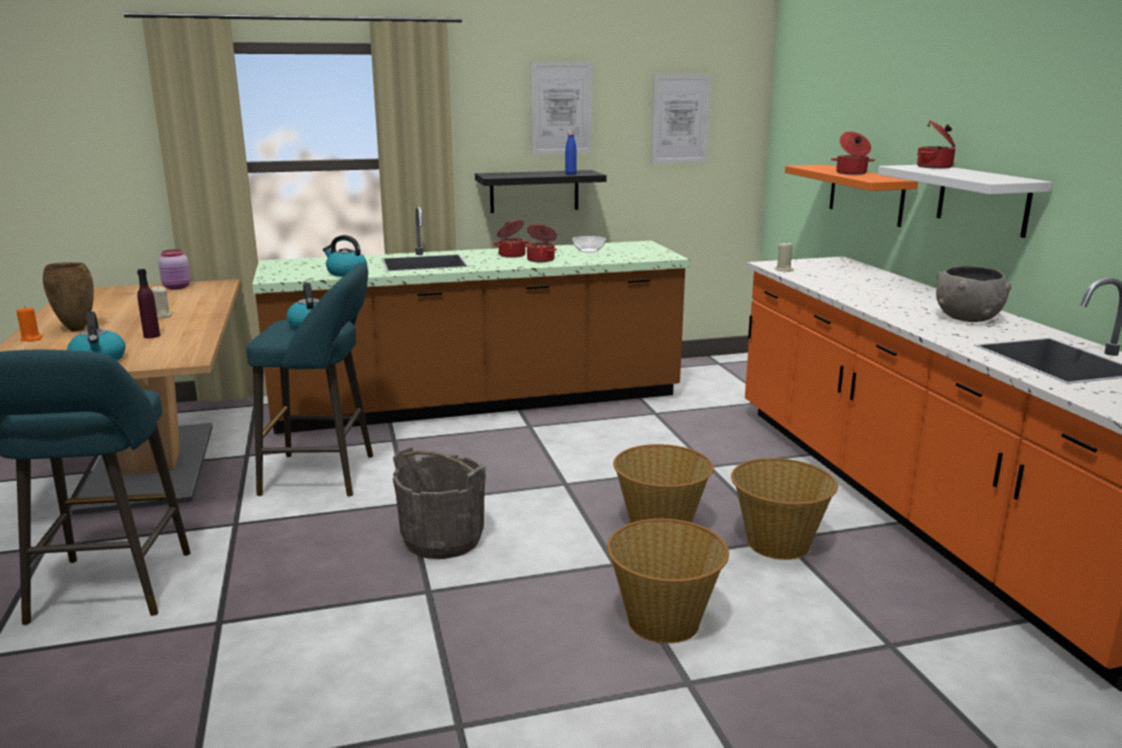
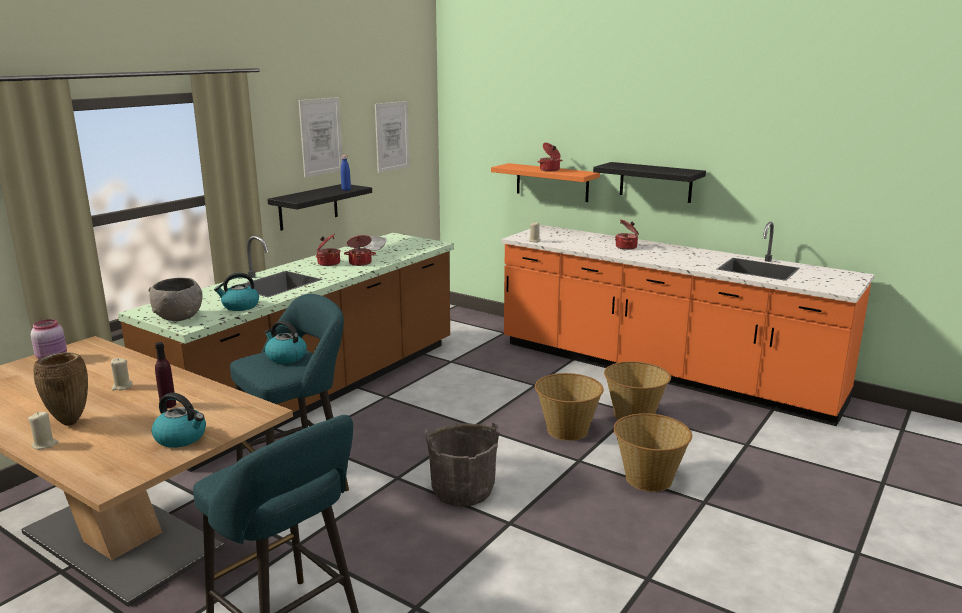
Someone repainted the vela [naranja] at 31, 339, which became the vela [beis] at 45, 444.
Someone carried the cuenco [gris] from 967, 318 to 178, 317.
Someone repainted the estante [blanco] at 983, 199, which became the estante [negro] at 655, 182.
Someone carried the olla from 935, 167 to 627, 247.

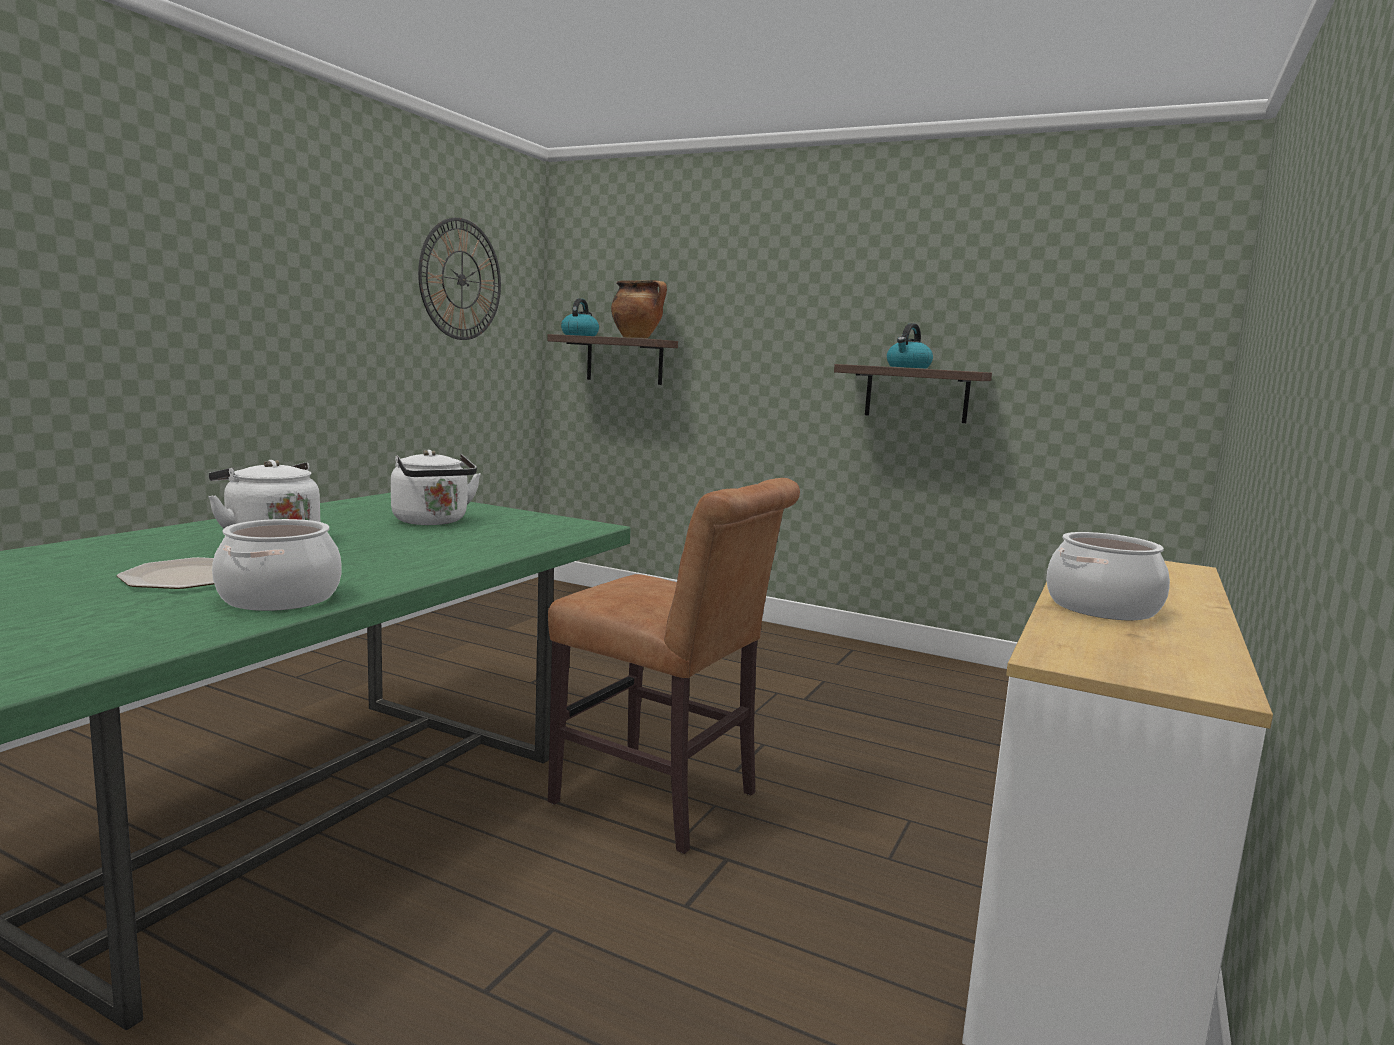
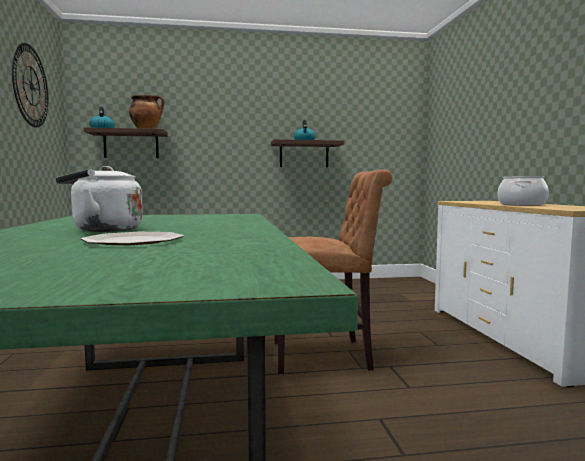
Someone took away the olla at 279, 598.
Someone took away the hervidor [blanco] at 432, 522.

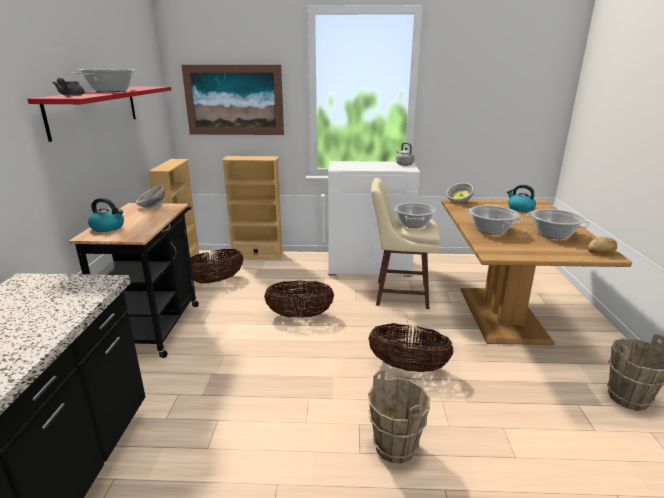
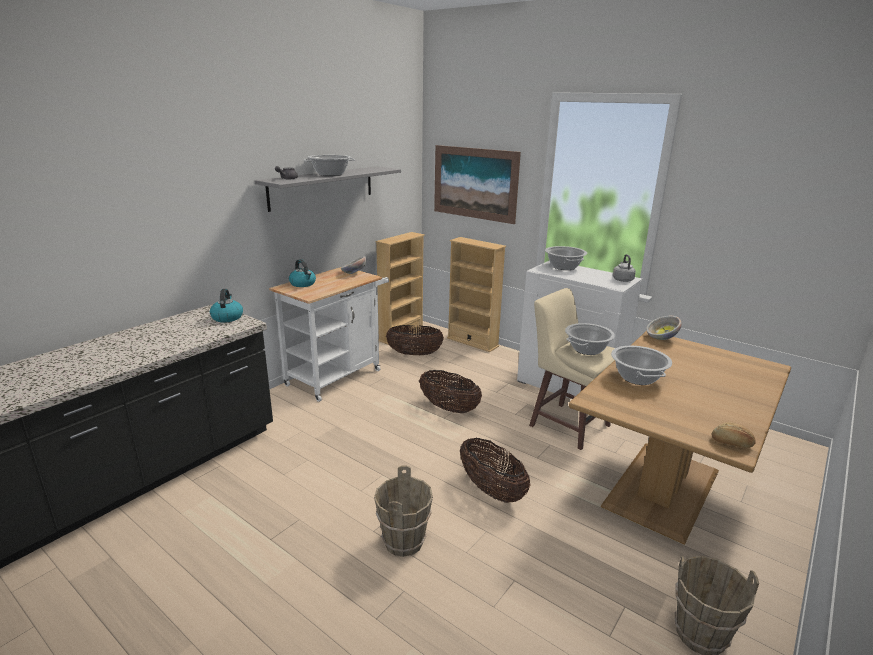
Someone carried the hervidor from 520, 208 to 227, 317.
Someone repainted the estante [rojo] at 95, 110, which became the estante [gris] at 322, 187.
Someone repainted the carrito [negro] at 157, 324, which became the carrito [blanco] at 338, 375.
Someone carried the olla from 553, 234 to 563, 267.

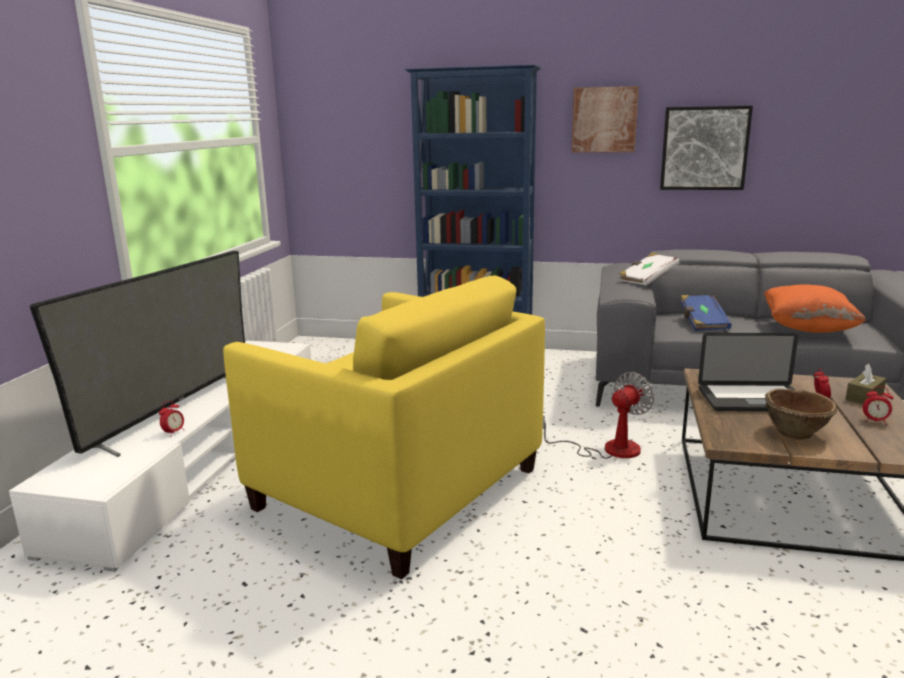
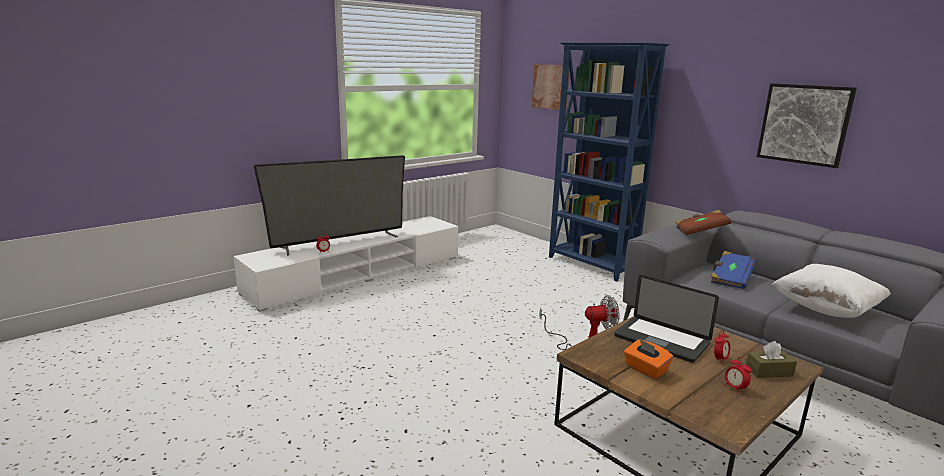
Someone carried the cuadro from 604, 119 to 551, 87.
Someone swapped the cuenco [marrón] at 796, 433 for the caja de pañuelos [naranja] at 645, 369.
Someone repainted the libro [blanco] at 647, 280, which became the libro [marrón] at 700, 232.
Someone repainted the cojín [naranja] at 807, 329, which became the cojín [blanco] at 826, 309.
Someone took away the sillón [amarillo] at 397, 488.

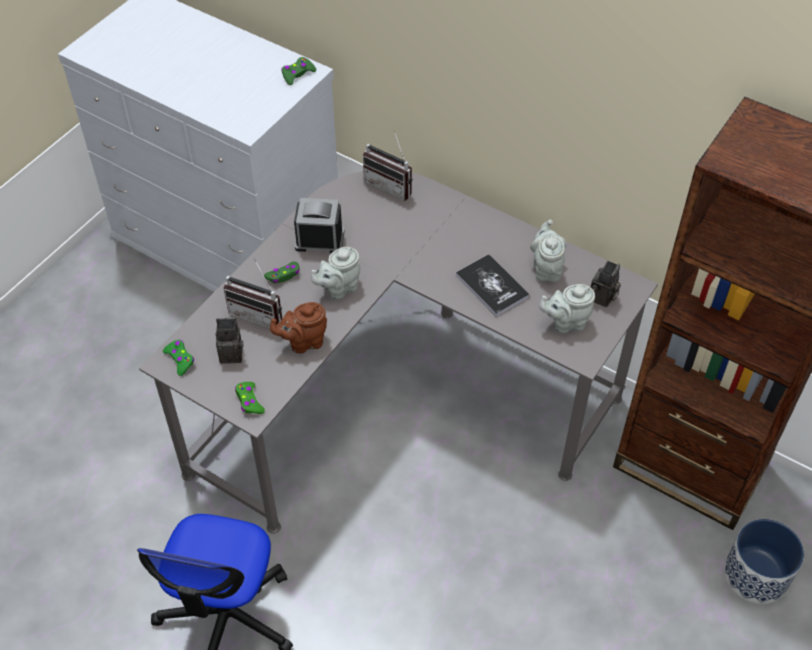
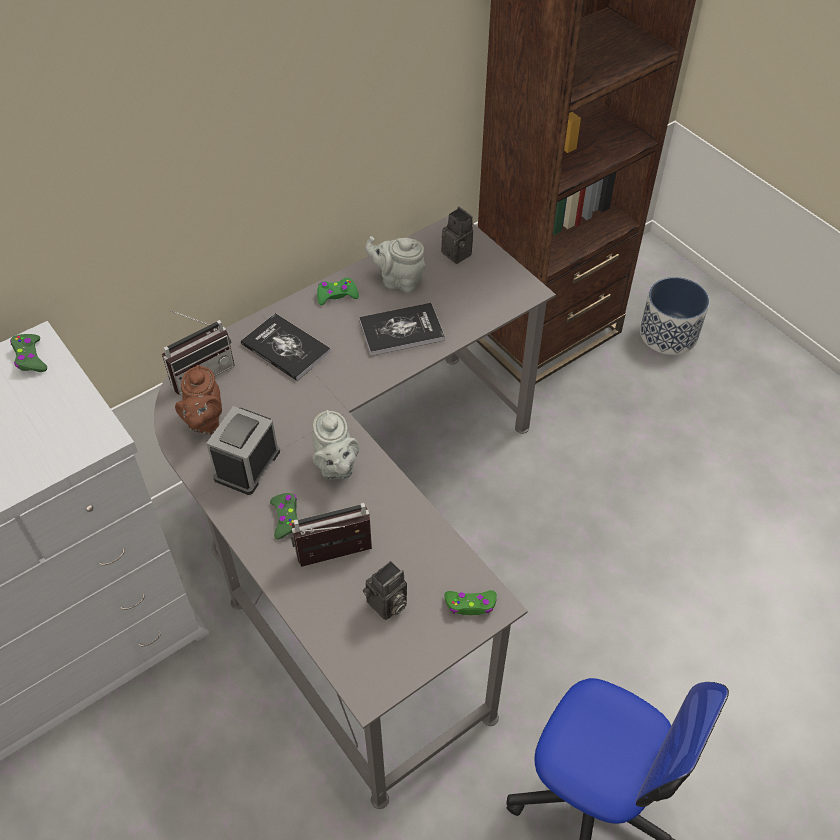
Someone carried the tetera [marrón] from 303, 342 to 204, 422.
Someone put down the libro at 286, 348.
Someone rotated the radio at 259, 313 by 150 degrees counterclockwise.
Someone carried the mando de consola [verde] from 180, 359 to 337, 295.
Someone rotated the cámara at 232, 353 by 150 degrees counterclockwise.
Someone took away the tetera [gris] at 566, 322.

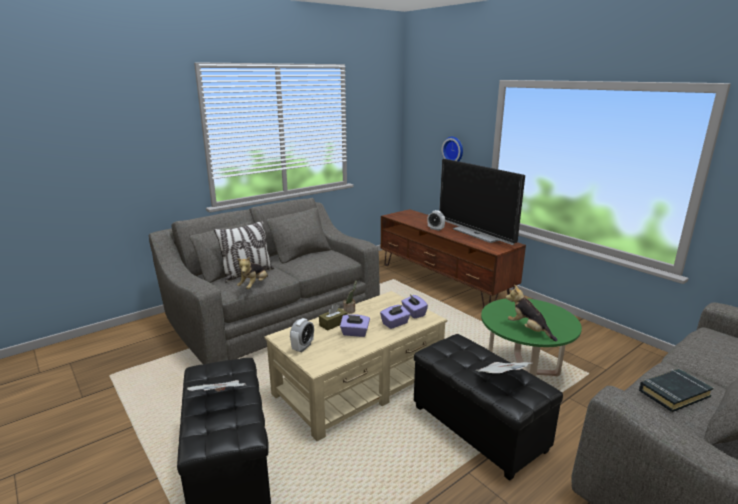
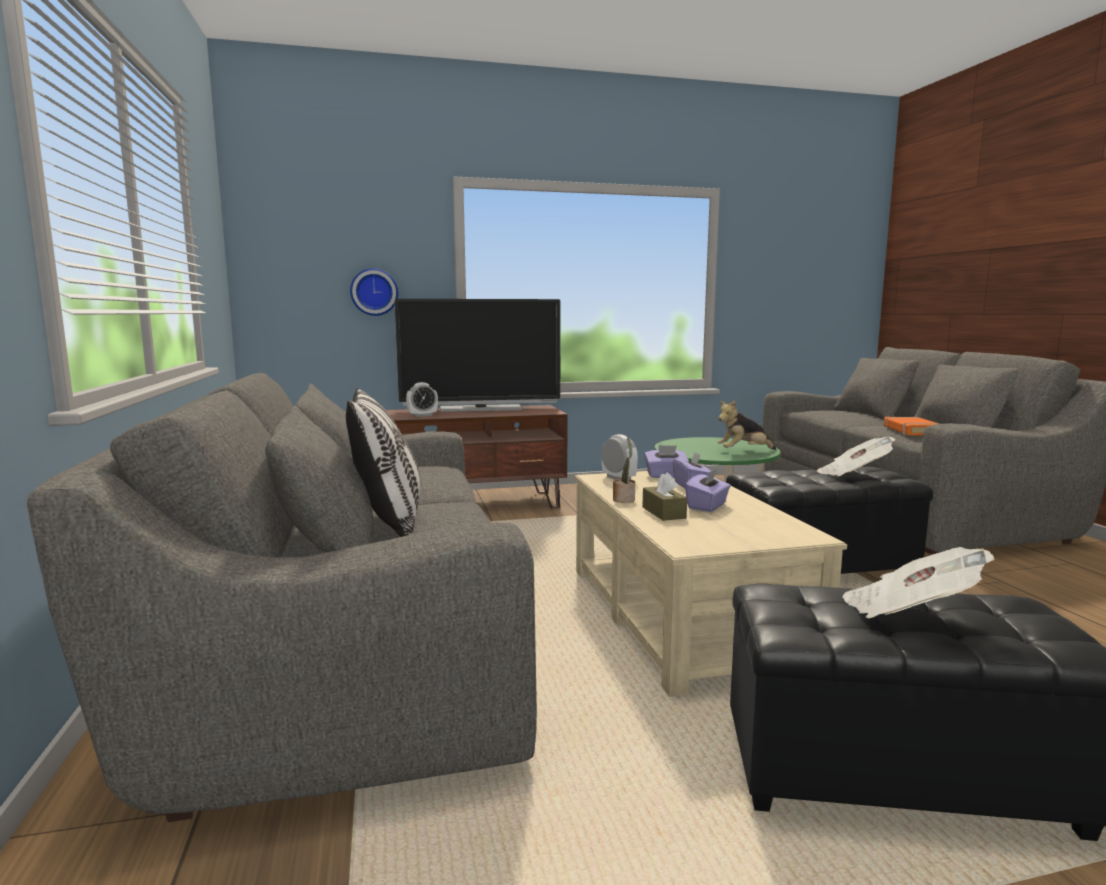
Someone carried the despertador from 303, 347 to 618, 478.
Someone repainted the libro [negro] at 673, 393, which became the libro [naranja] at 911, 431.
Someone took away the peluche at 254, 286.

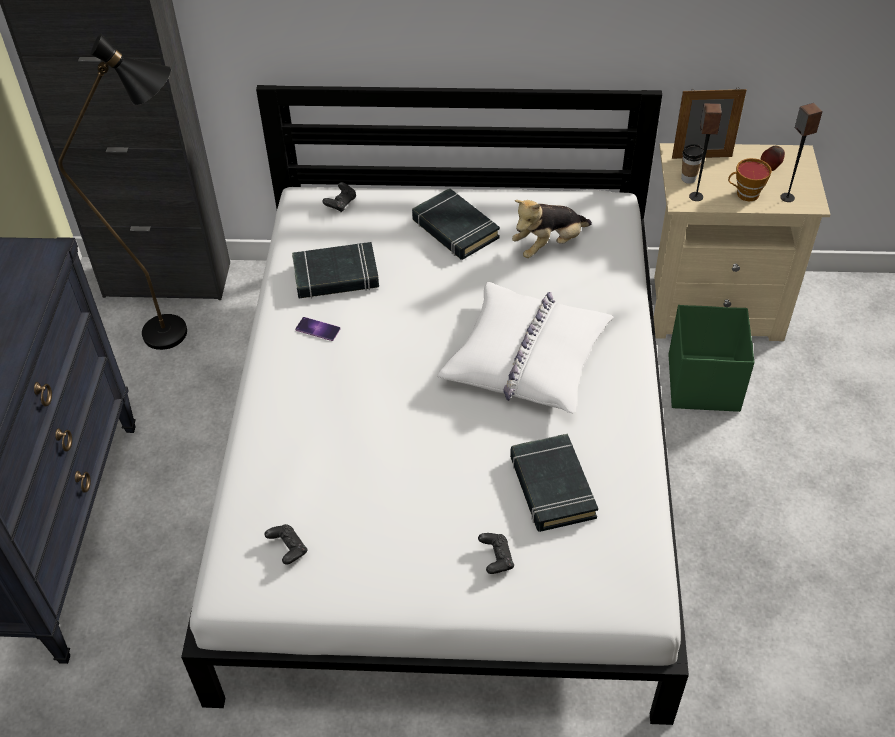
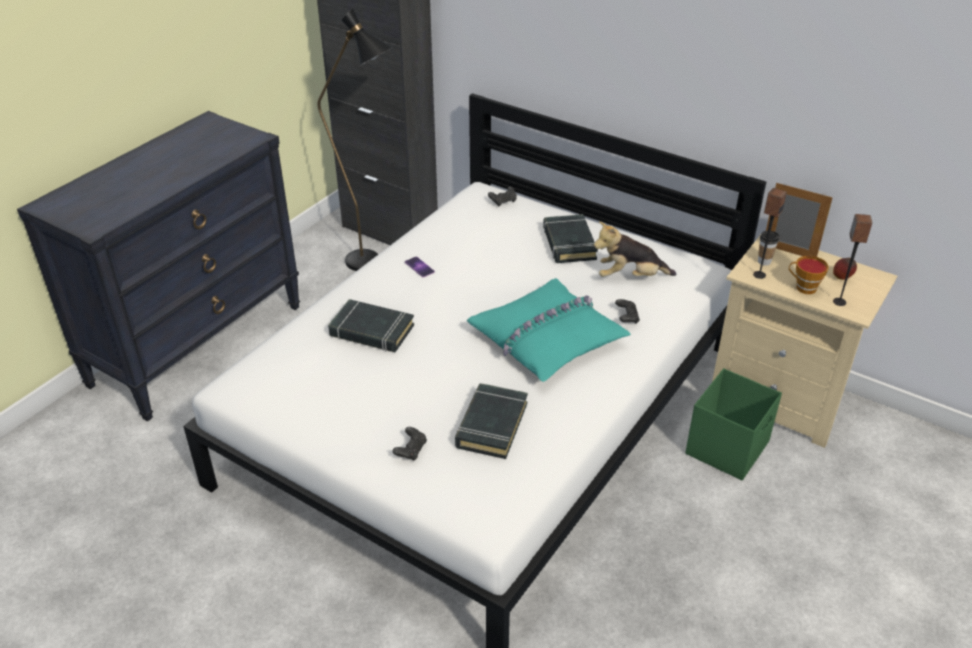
Someone carried the libro [negro] from 336, 276 to 371, 331.
Someone repainted the cojín [blanco] at 526, 358, which became the cojín [turquesa] at 547, 339.
Someone carried the mando de consola [negro] from 288, 549 to 626, 317.

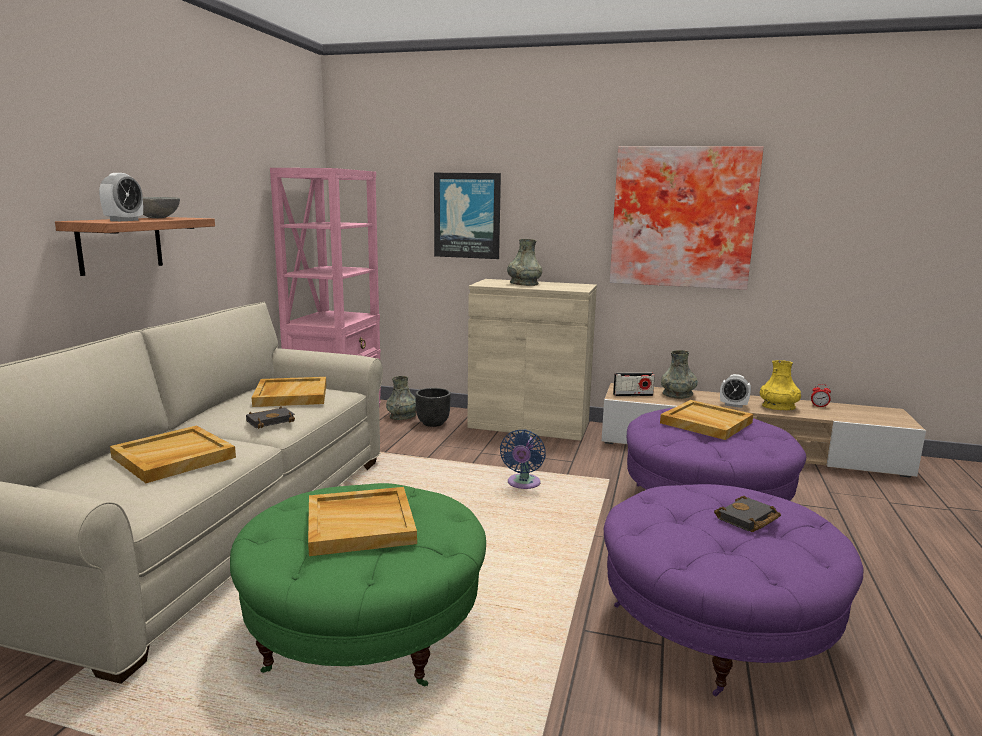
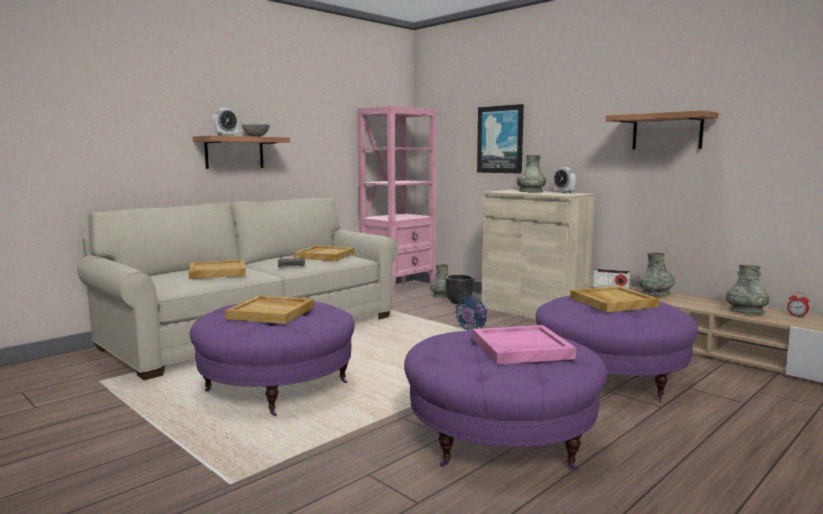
Someone repainted the puf [verde] at 365, 628, which became the puf [morado] at 277, 387.
Someone swapped the libro [negro] at 748, 520 for the bandeja [rosa] at 520, 348.
Someone carried the despertador from 733, 405 to 563, 192.
Someone swapped the cuadro at 682, 217 for the estante at 667, 132.
Someone repainted the florero [amarillo] at 778, 407, which became the florero [gris] at 746, 311.

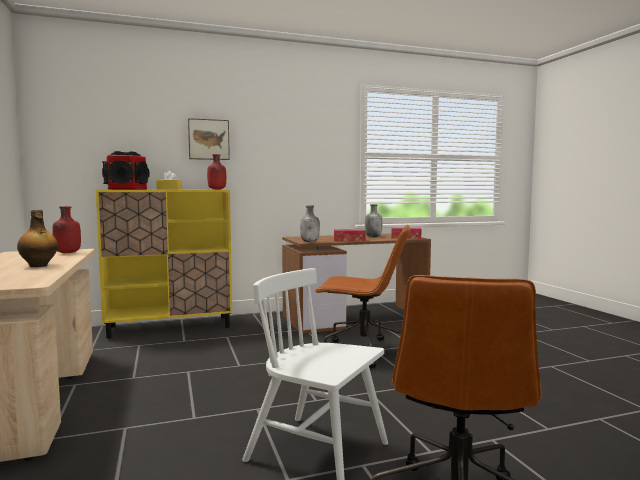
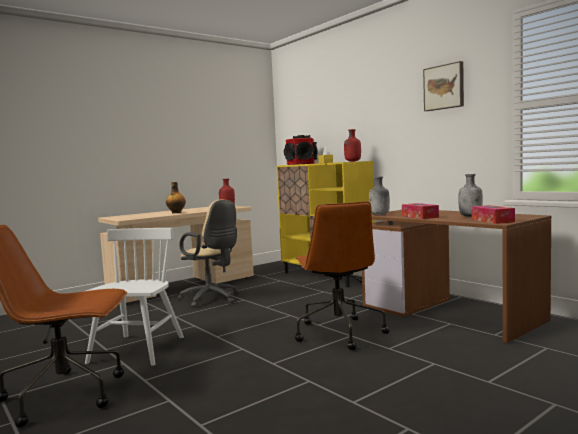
Someone put down the silla de oficina [beis] at 212, 299.
Someone carried the cuadro from 208, 139 to 444, 87.

